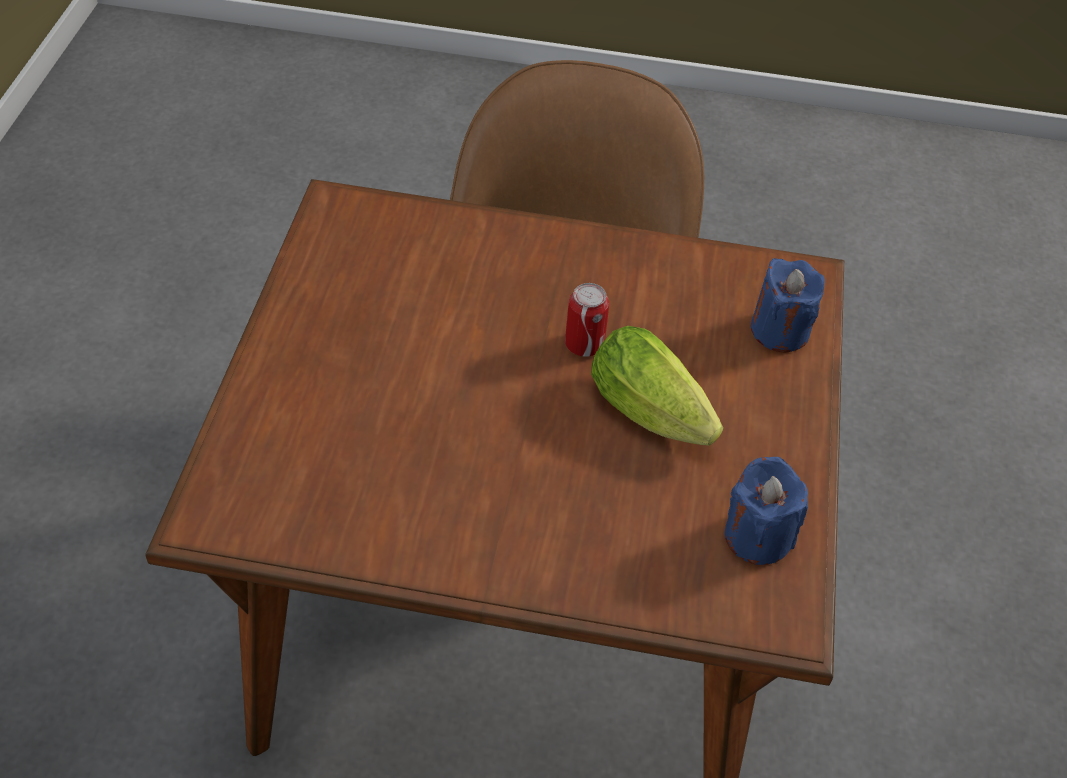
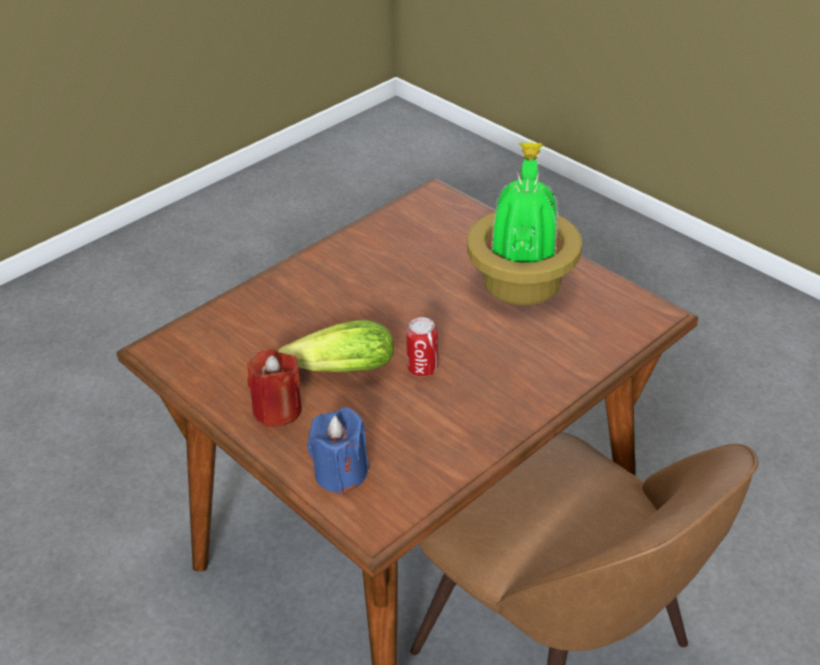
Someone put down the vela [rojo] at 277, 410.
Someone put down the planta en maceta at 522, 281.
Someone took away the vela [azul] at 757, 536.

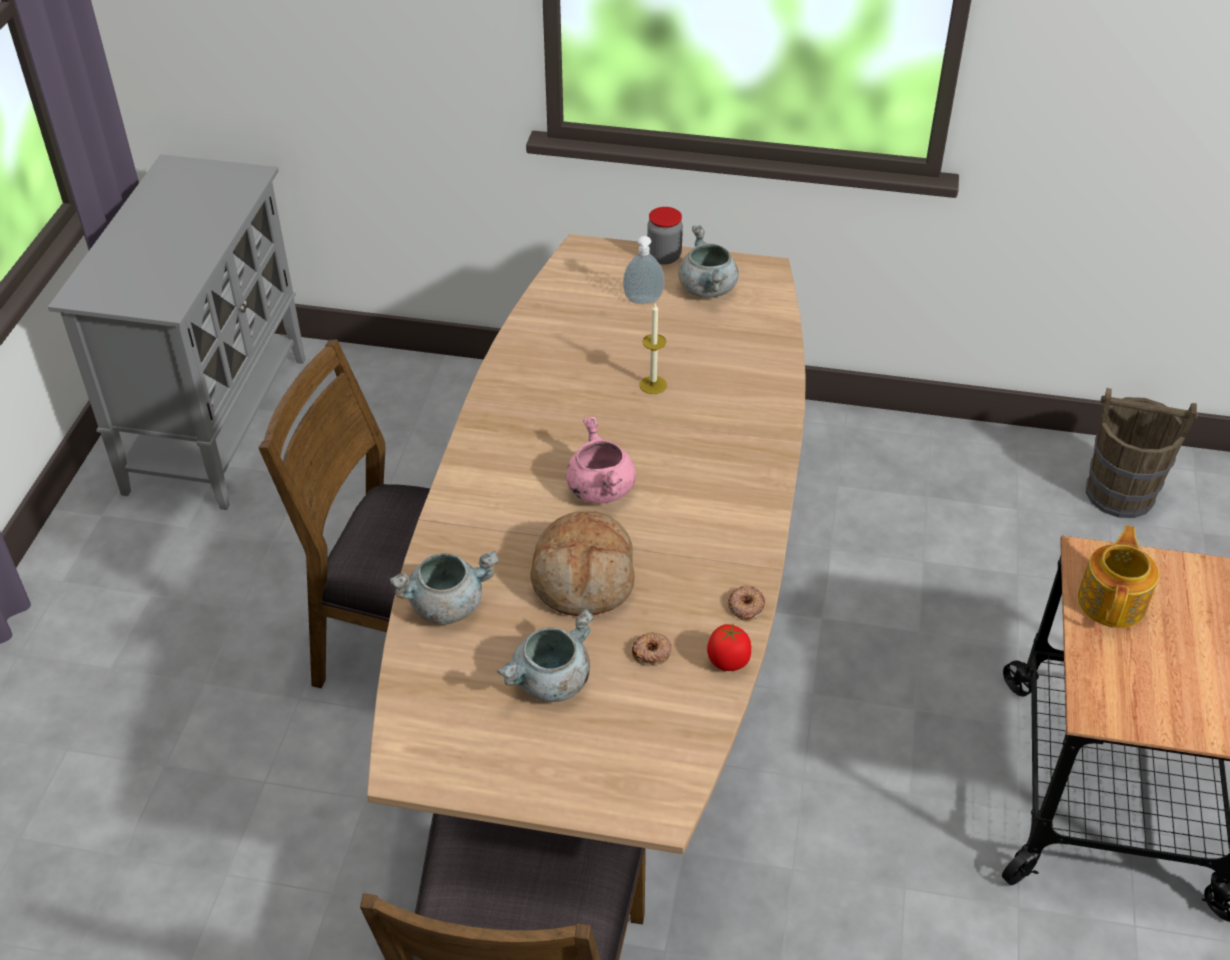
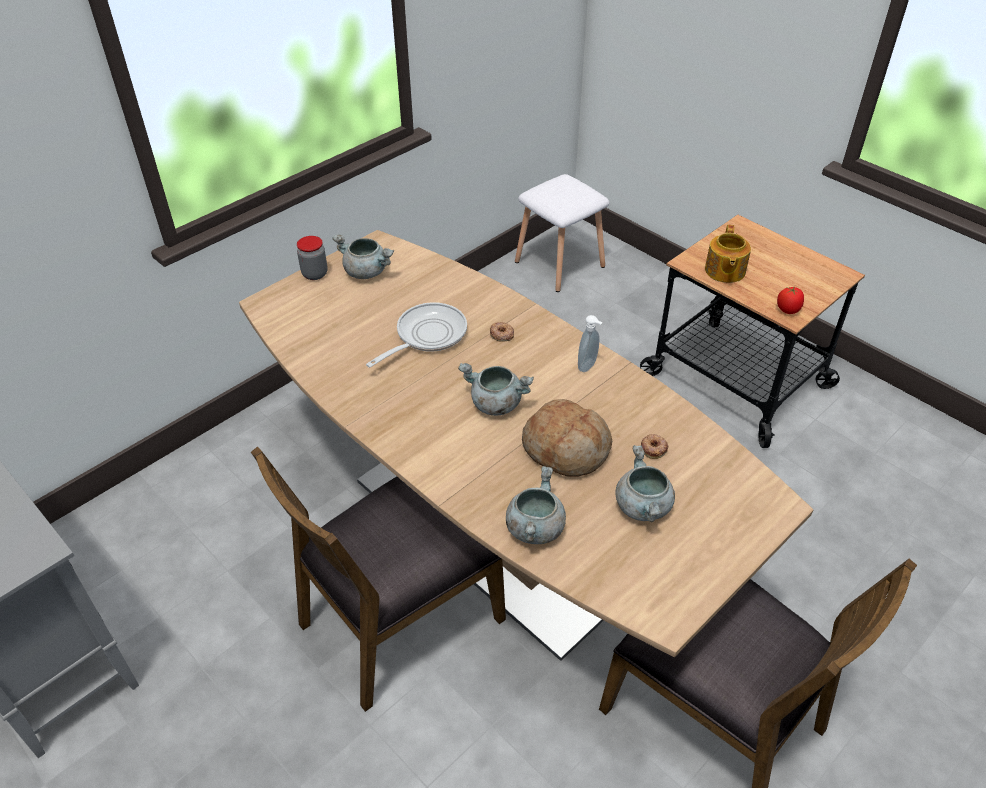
Someone swapped the vela at 653, 385 for the sartén at 426, 336.
Someone repainted the olla [rosa] at 599, 488, which became the olla [gris] at 495, 404.
Someone carried the rosquilla from 746, 606 to 501, 334.
Someone swapped the cubo [marrón] at 1120, 494 for the taburete [blanco] at 561, 264.
Someone carried the dispensador de jabón from 643, 301 to 588, 366.
Someone rotated the tetera at 1113, 601 by 135 degrees counterclockwise.
Someone carried the tomate from 728, 661 to 788, 310.

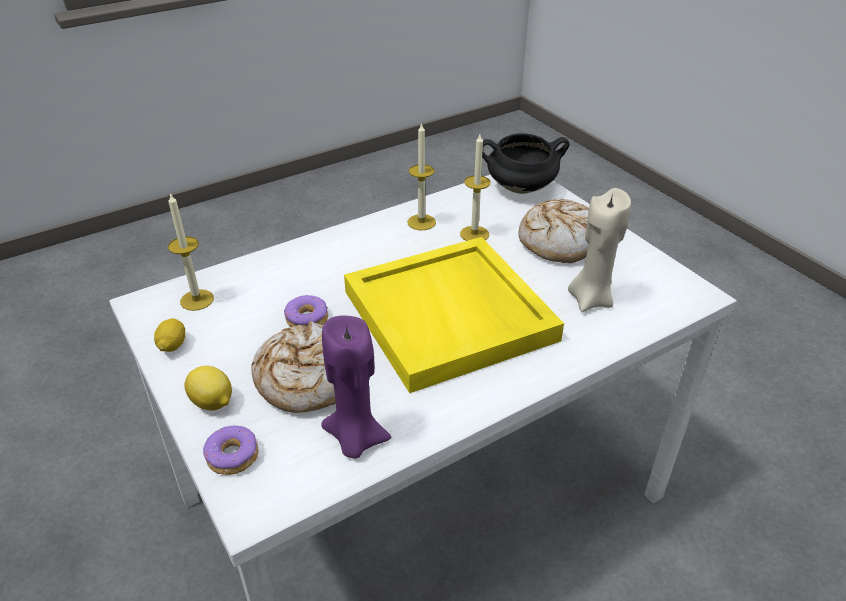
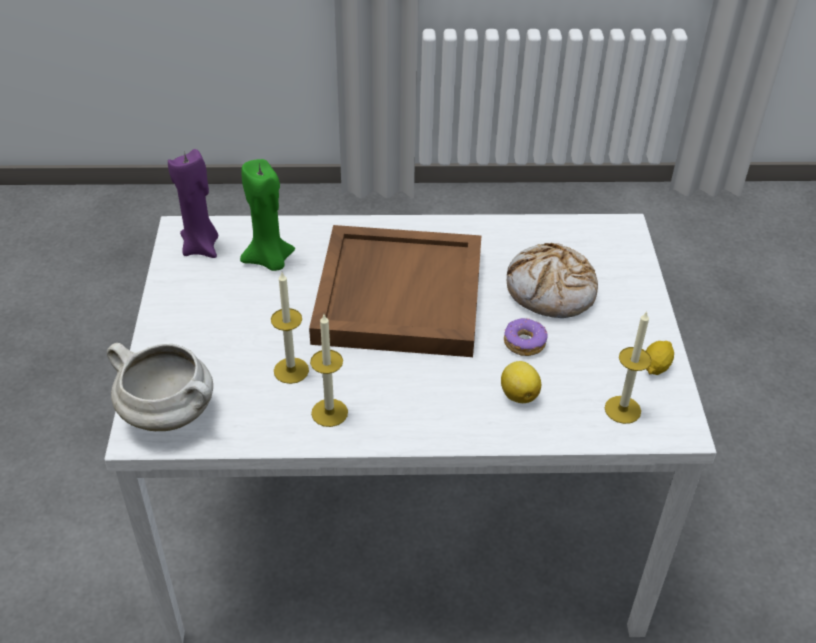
Someone repainted the olla [negro] at 519, 188, which became the olla [blanco] at 170, 414.
Someone carried the vela [morado] from 355, 439 to 201, 247.
Someone repainted the vela [beis] at 591, 299, which became the vela [verde] at 269, 261.
Someone repainted the bandeja [amarillo] at 451, 316, which became the bandeja [marrón] at 398, 294.
Someone carried the limón from 213, 403 to 519, 394.
Someone took away the rosquilla at 233, 456.
Someone took away the pan at 559, 241.

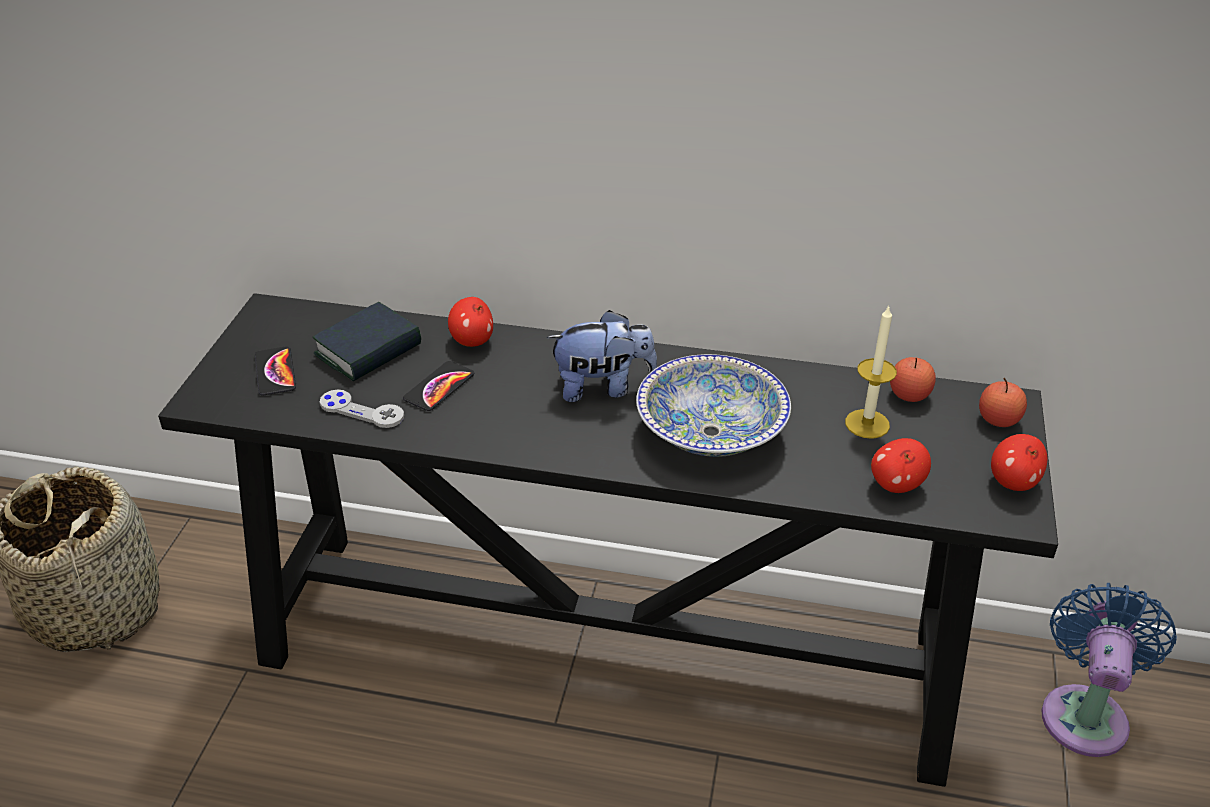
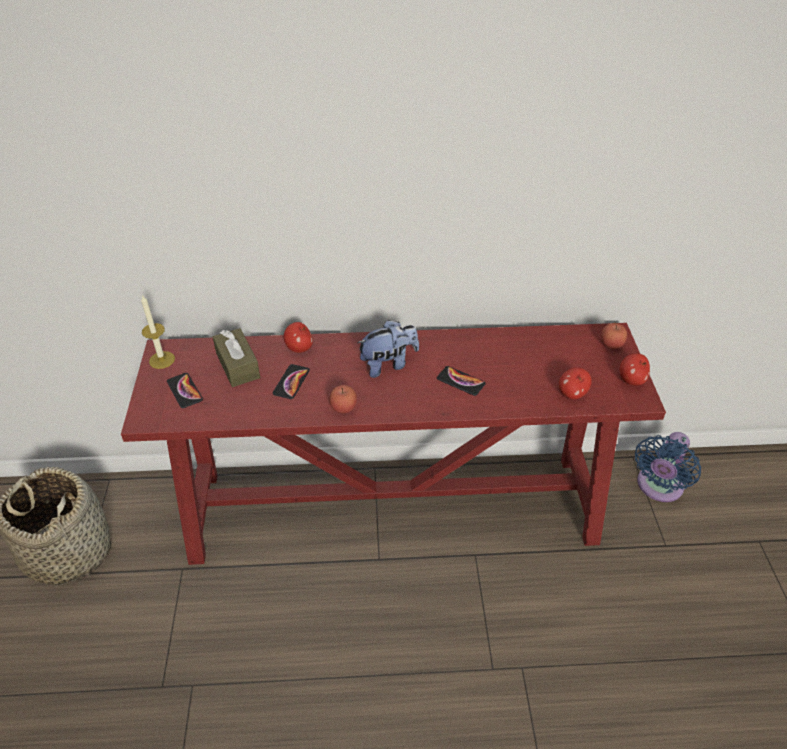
Someone repainted the mesa consola [negro] at 609, 651, which became the mesa consola [rojo] at 395, 509.
Someone carried the vela from 867, 424 to 162, 360.
Someone swapped the libro at 368, 350 for the caja de pañuelos [marrón] at 238, 365.
Someone carried the manzana from 909, 395 to 343, 408.
Someone swapped the cuenco at 711, 432 for the móvil at 460, 381.
Someone rotated the ventilador [azul] at 1085, 713 by 150 degrees counterclockwise.
Someone took away the mando de consola [gris] at 362, 410.

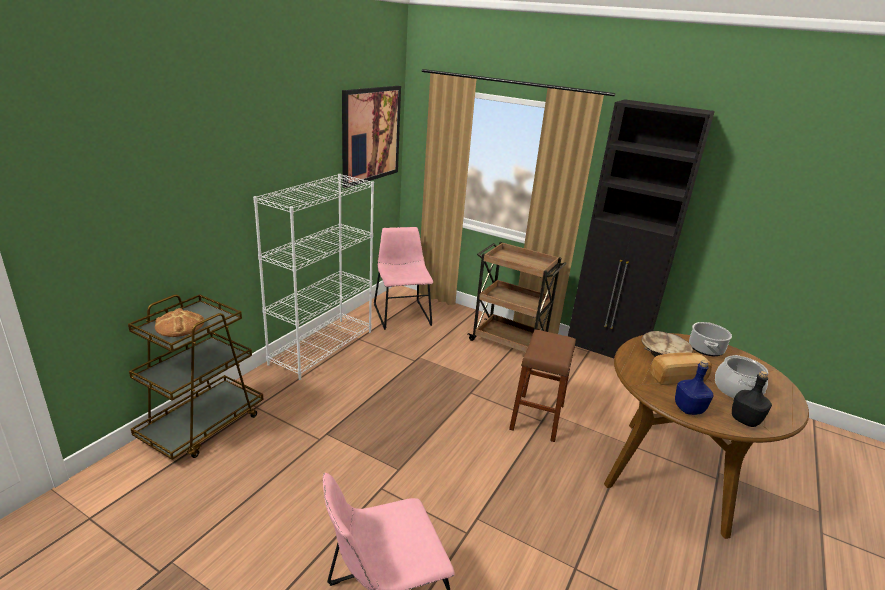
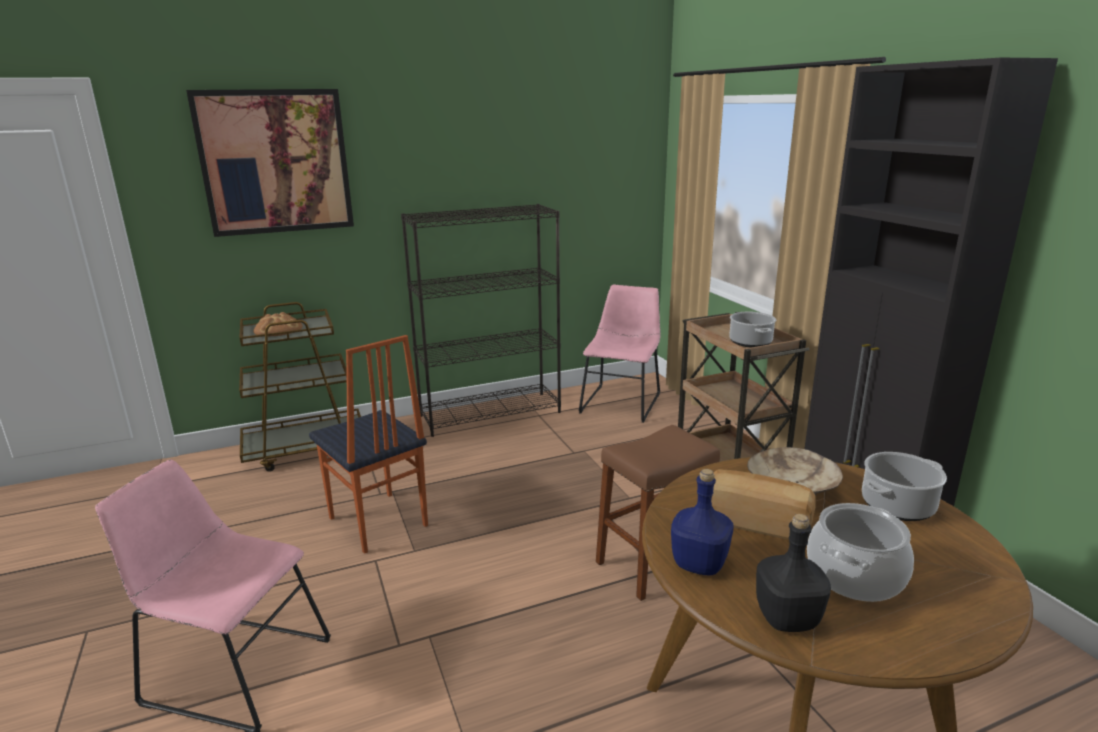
Someone carried the cuadro from 370, 134 to 275, 162.
Someone put down the silla at 377, 523.
Someone repainted the estantería [blanco] at 322, 347, which became the estantería [negro] at 491, 413.
Someone put down the olla at 750, 342.

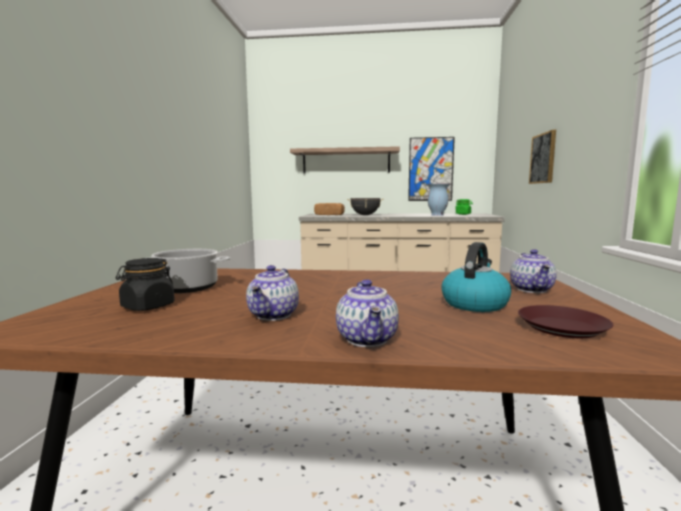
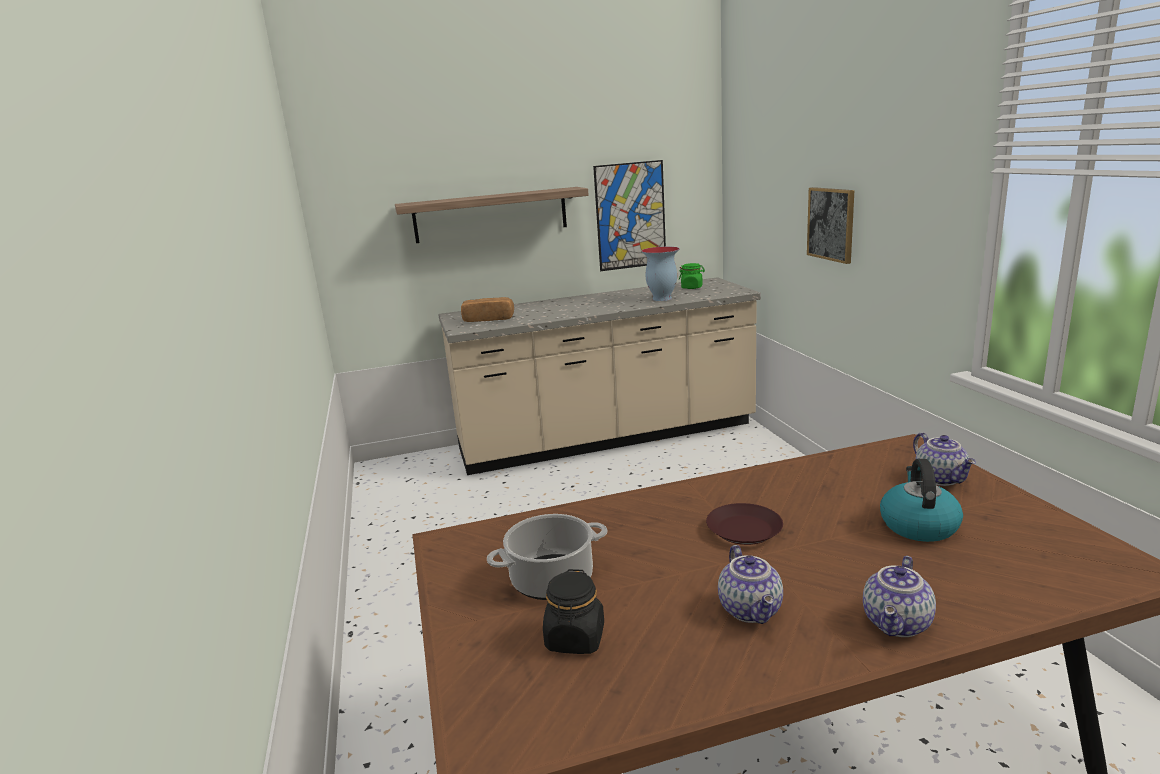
Someone carried the plato [marrón] from 563, 328 to 745, 530.
Someone rotated the tetera at 368, 339 by 60 degrees clockwise.
Someone took away the olla [negro] at 365, 215.

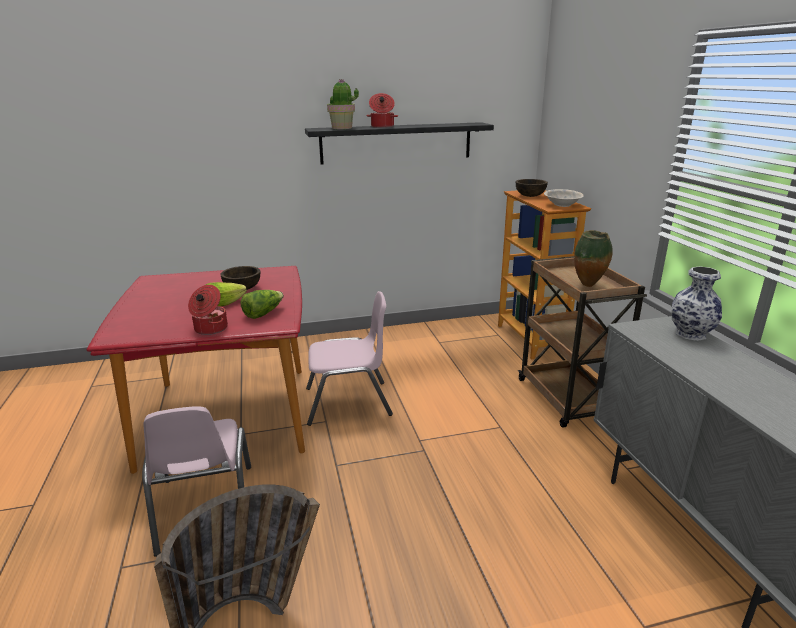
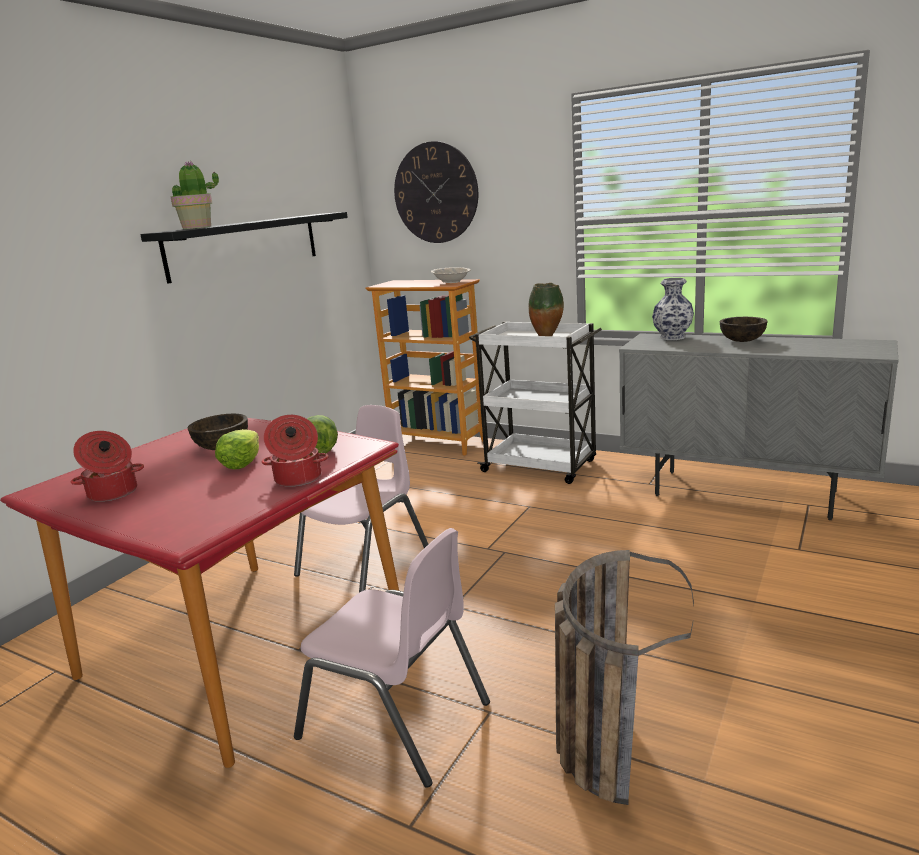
Someone carried the olla from 382, 126 to 113, 493.
Someone put up the reloj de pared at 435, 193.
Someone repainted the carrito [marrón] at 567, 399, which became the carrito [blanco] at 541, 466.
Someone carried the cuenco [marrón] from 530, 196 to 742, 340.

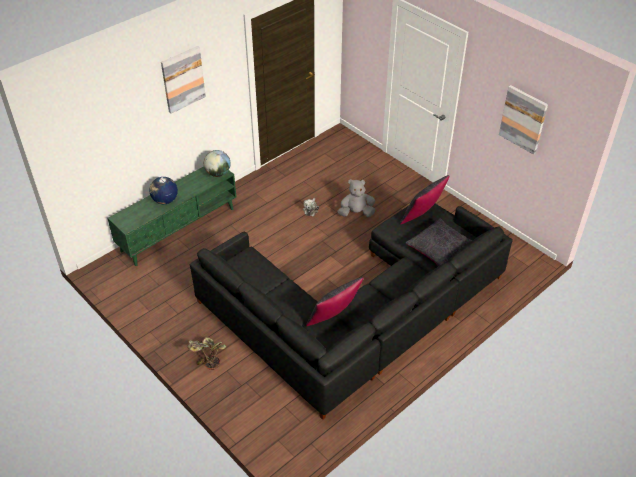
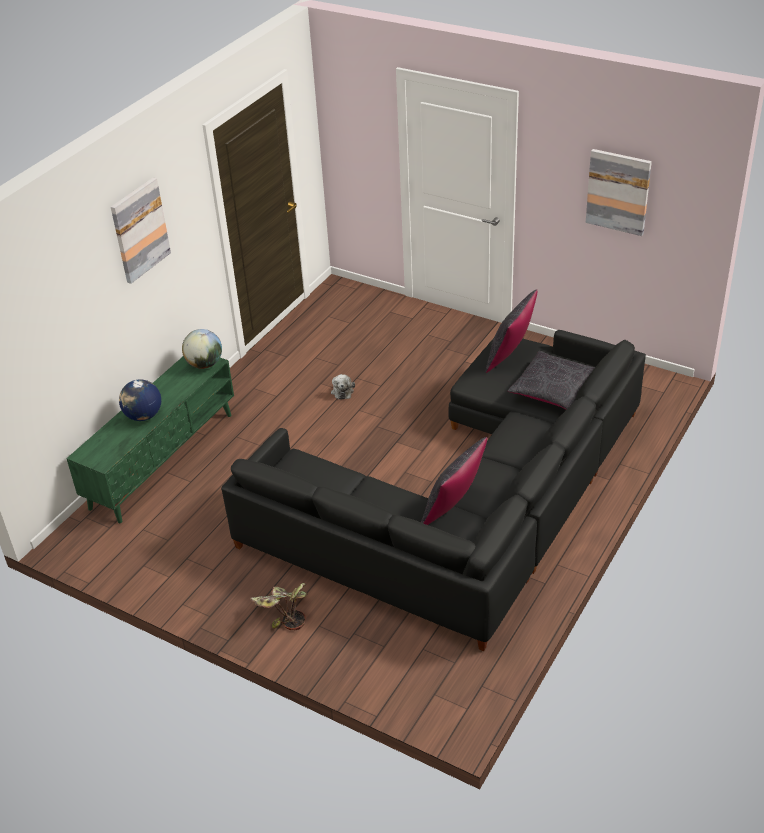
Someone took away the peluche [gris] at 356, 213.

